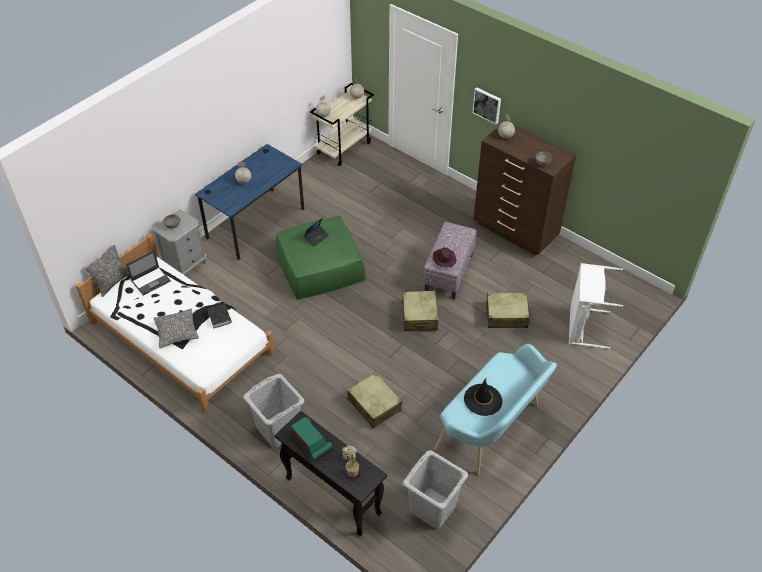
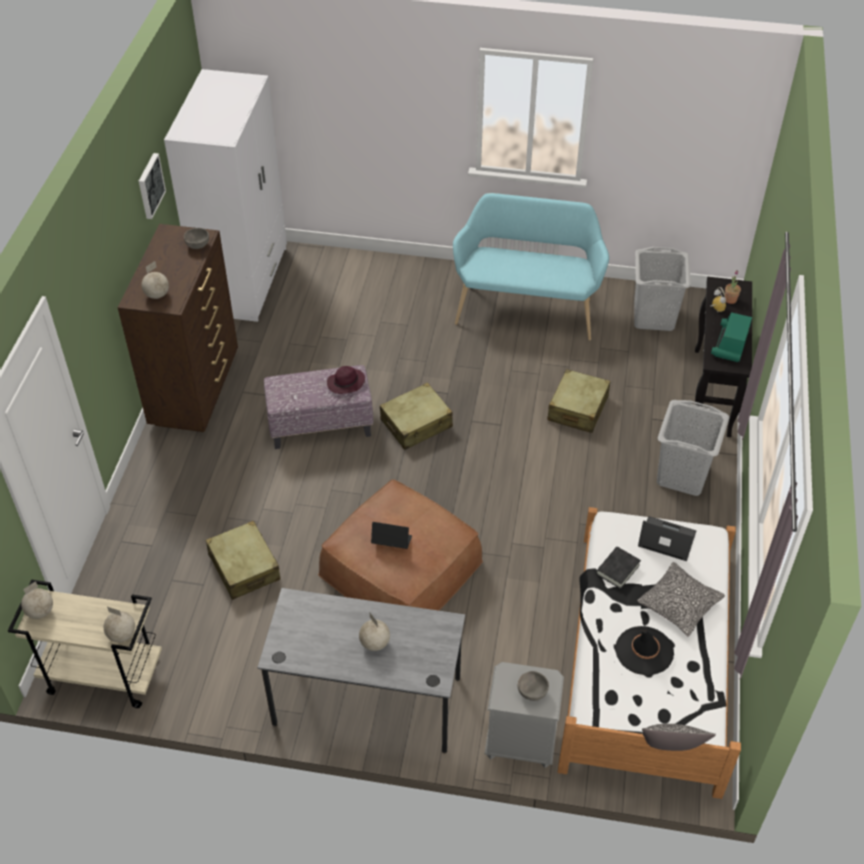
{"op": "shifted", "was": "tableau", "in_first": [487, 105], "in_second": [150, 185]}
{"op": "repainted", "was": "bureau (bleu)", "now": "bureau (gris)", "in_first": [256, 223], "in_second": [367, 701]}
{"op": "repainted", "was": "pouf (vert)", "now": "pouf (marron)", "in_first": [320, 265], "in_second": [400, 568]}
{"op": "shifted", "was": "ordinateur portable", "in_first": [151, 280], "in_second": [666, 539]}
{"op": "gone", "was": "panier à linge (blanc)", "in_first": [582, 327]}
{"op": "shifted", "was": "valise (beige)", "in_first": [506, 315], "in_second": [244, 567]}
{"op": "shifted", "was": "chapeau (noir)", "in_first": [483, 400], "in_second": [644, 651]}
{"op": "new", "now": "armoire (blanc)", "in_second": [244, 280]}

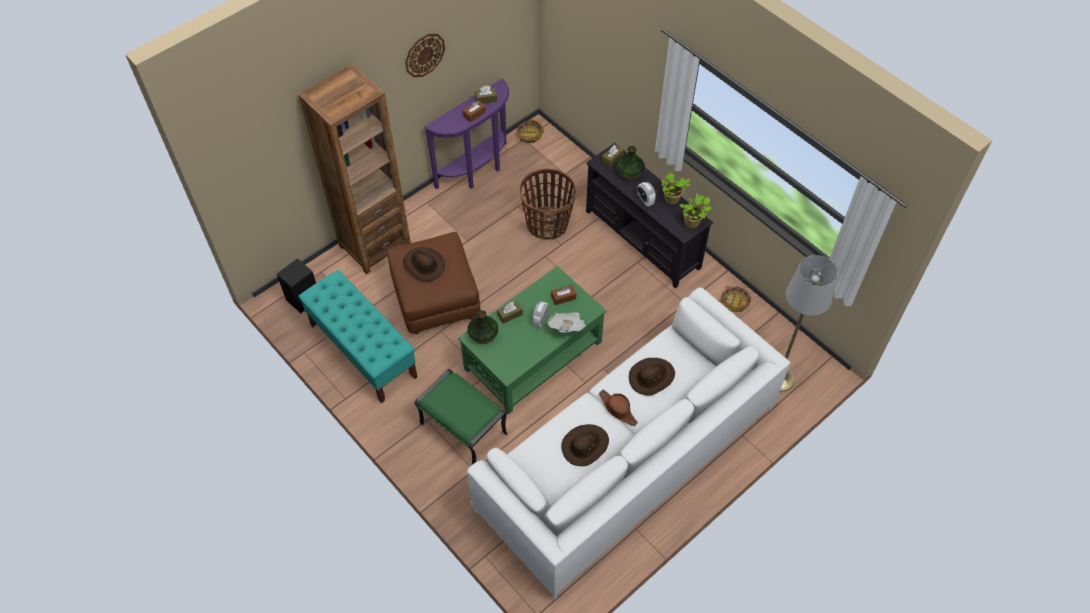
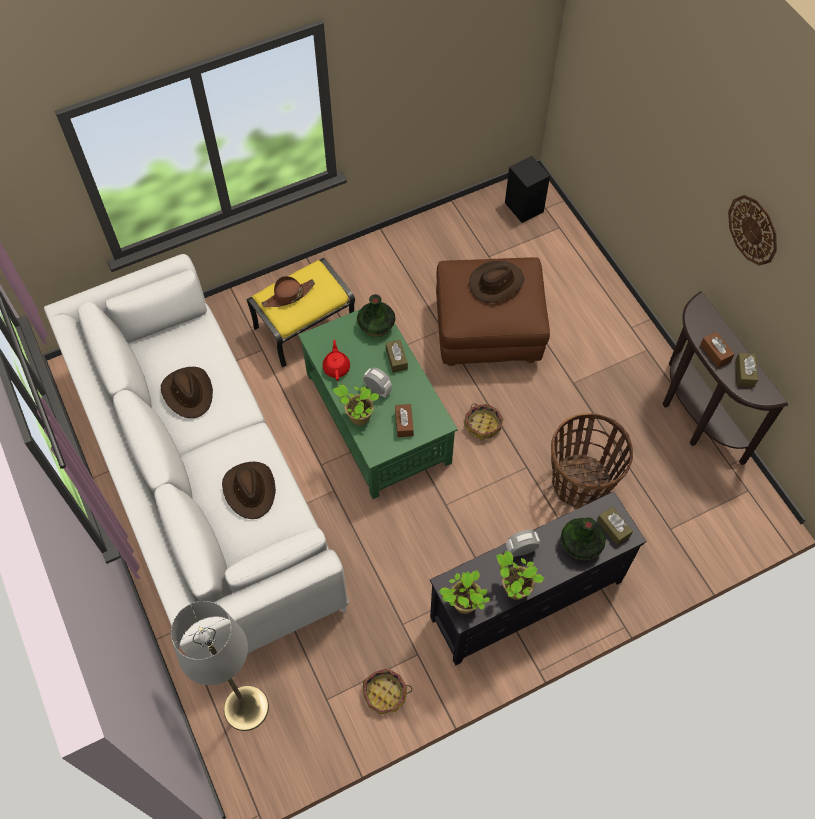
{"op": "gone", "was": "bibliothèque (marron)", "in_first": [374, 245]}
{"op": "repainted", "was": "table console (violet)", "now": "table console (marron)", "in_first": [477, 171], "in_second": [693, 418]}
{"op": "shifted", "was": "panier", "in_first": [529, 135], "in_second": [483, 425]}
{"op": "gone", "was": "banc (turquoise)", "in_first": [363, 350]}
{"op": "swapped", "was": "journal", "now": "plante en pot", "in_first": [567, 327], "in_second": [357, 416]}
{"op": "repainted", "was": "pouf (vert)", "now": "pouf (jaune)", "in_first": [462, 428], "in_second": [305, 326]}
{"op": "shifted", "was": "chapeau (marron)", "in_first": [618, 409], "in_second": [288, 296]}
{"op": "new", "now": "théière (rouge)", "in_second": [336, 367]}

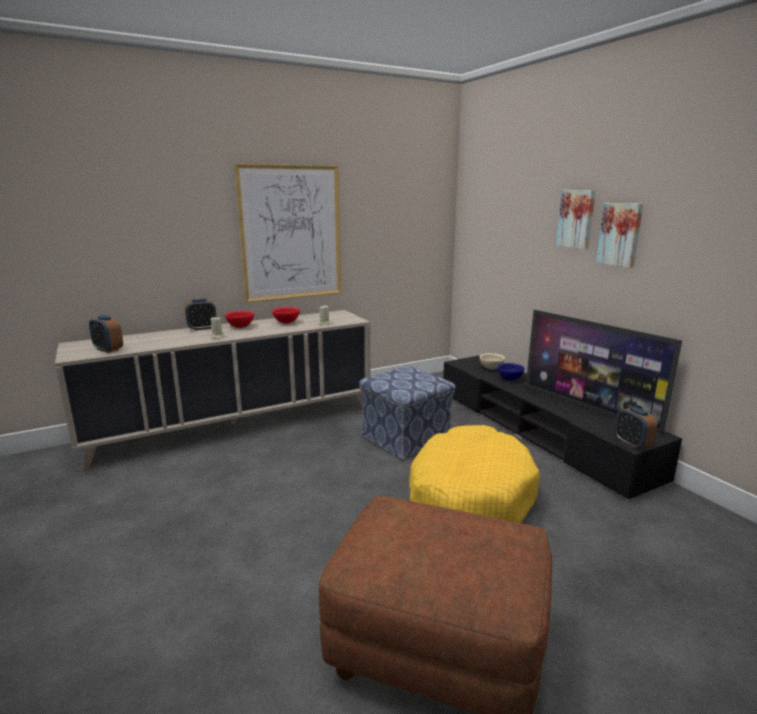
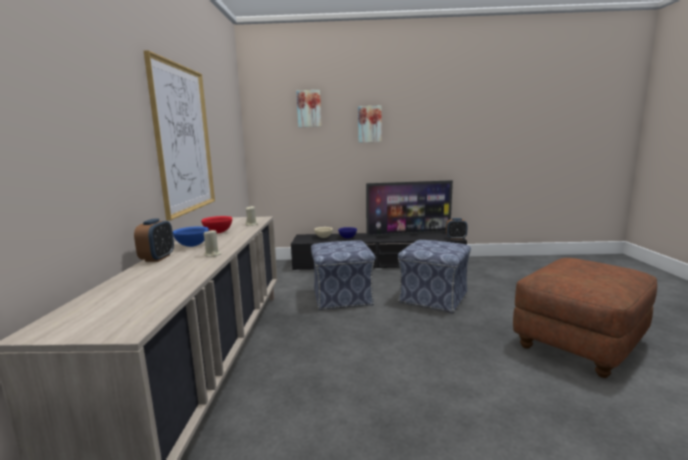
{"op": "shifted", "was": "tableau", "in_first": [620, 234], "in_second": [309, 108]}
{"op": "repainted", "was": "bol (rouge)", "now": "bol (bleu)", "in_first": [240, 326], "in_second": [192, 245]}
{"op": "gone", "was": "réveil", "in_first": [108, 349]}
{"op": "swapped", "was": "panier pour chien (jaune)", "now": "pouf", "in_first": [469, 496], "in_second": [434, 298]}

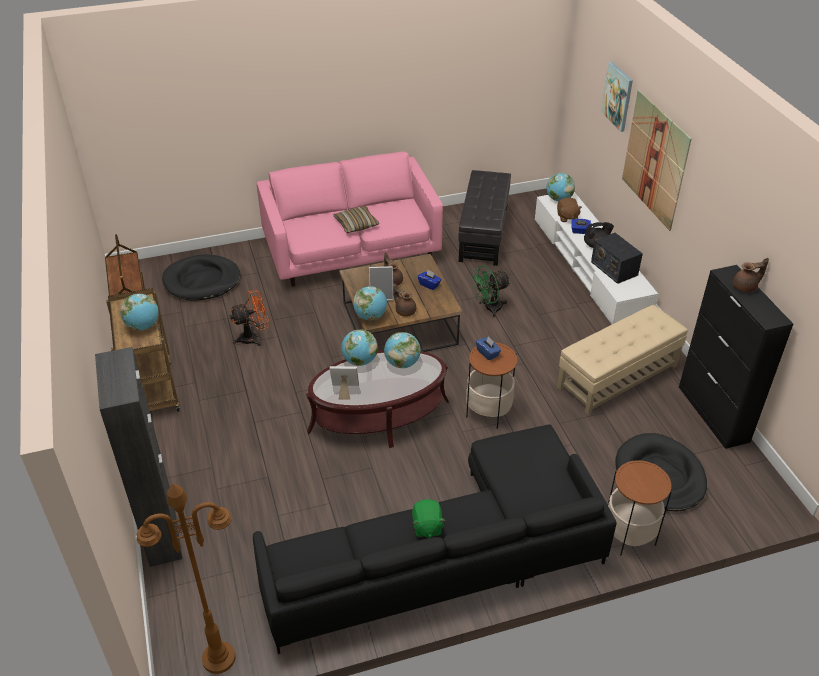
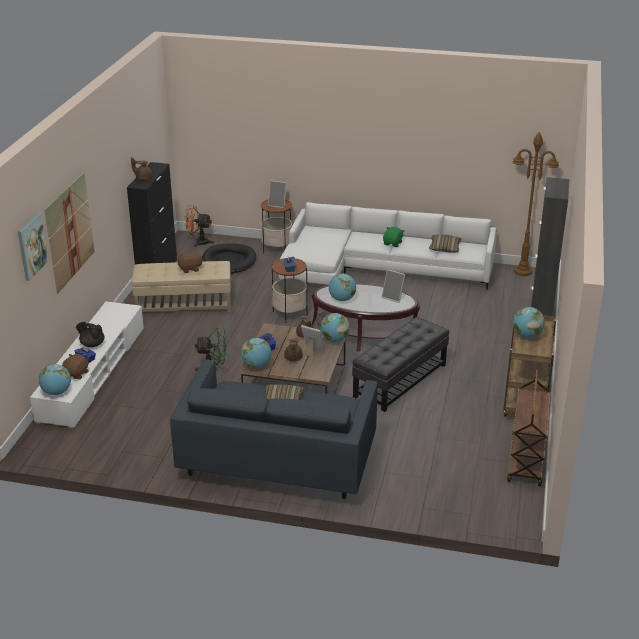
{"op": "repainted", "was": "canapé (rose)", "now": "canapé (bleu)", "in_first": [351, 252], "in_second": [278, 460]}
{"op": "shifted", "was": "pouf (noir)", "in_first": [483, 234], "in_second": [400, 381]}
{"op": "gone", "was": "radio", "in_first": [614, 268]}
{"op": "gone", "was": "panier pour chien (noir)", "in_first": [202, 281]}
{"op": "shifted", "was": "ventilateur (orange)", "in_first": [253, 337], "in_second": [198, 242]}
{"op": "shifted", "was": "globe", "in_first": [359, 361], "in_second": [256, 366]}
{"op": "repainted", "was": "canapé (noir)", "now": "canapé (blanc)", "in_first": [447, 554], "in_second": [379, 269]}
{"op": "new", "now": "cadre photo", "in_second": [278, 204]}
{"op": "new", "now": "coussin", "in_second": [444, 248]}
{"op": "new", "now": "peluche (marron)", "in_second": [190, 269]}

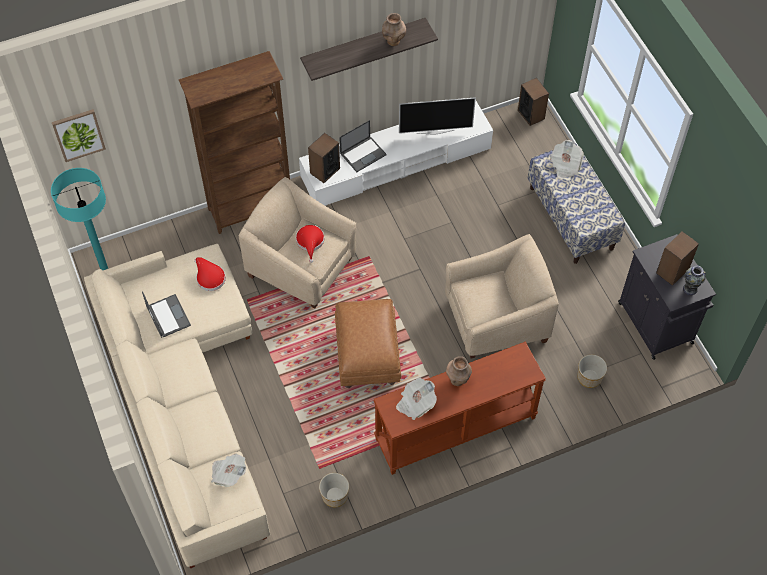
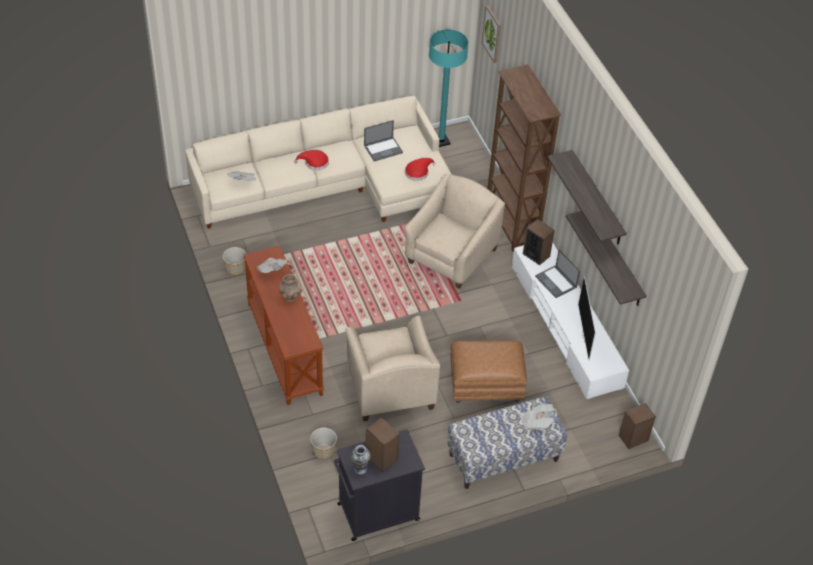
{"op": "gone", "was": "vase (marron)", "in_first": [393, 41]}
{"op": "shifted", "was": "chapeau (rouge)", "in_first": [310, 242], "in_second": [314, 163]}
{"op": "shifted", "was": "pouf (marron)", "in_first": [368, 357], "in_second": [485, 386]}
{"op": "new", "now": "étagère", "in_second": [616, 259]}

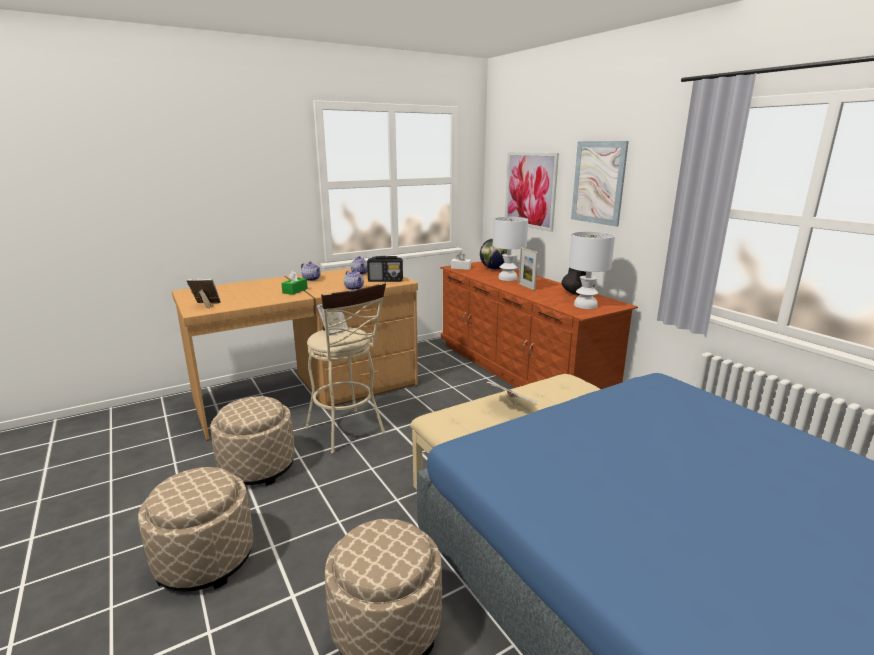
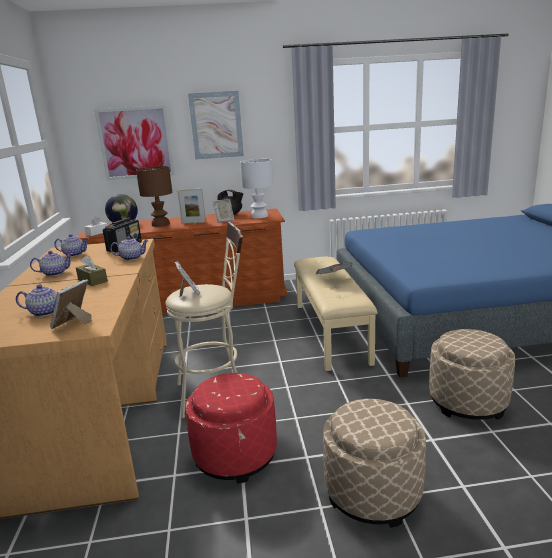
{"op": "repainted", "was": "lampe de table (blanc)", "now": "lampe de table (marron)", "in_first": [507, 278], "in_second": [160, 224]}
{"op": "repainted", "was": "boîte à mouchoirs (vert)", "now": "boîte à mouchoirs (marron)", "in_first": [295, 291], "in_second": [92, 280]}
{"op": "repainted", "was": "pouf (beige)", "now": "pouf (rouge)", "in_first": [258, 467], "in_second": [235, 454]}
{"op": "new", "now": "cadre photo", "in_second": [224, 221]}
{"op": "new", "now": "théière", "in_second": [46, 312]}

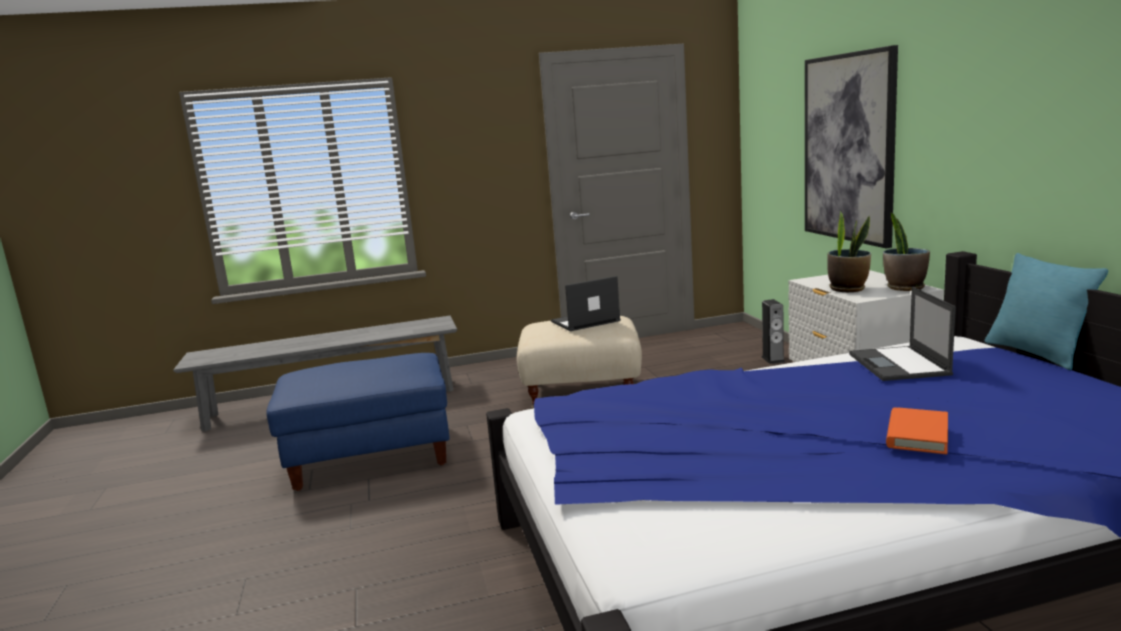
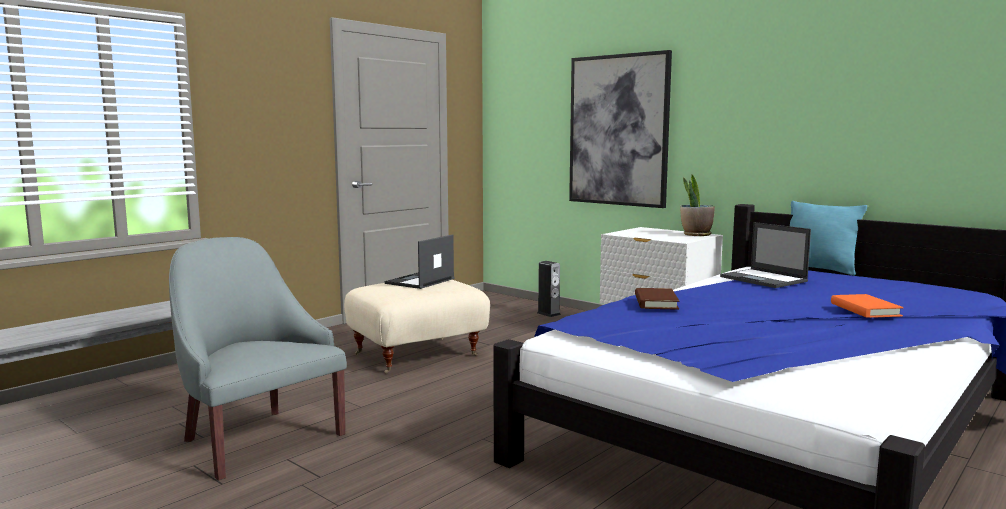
{"op": "gone", "was": "plante en pot", "in_first": [848, 289]}
{"op": "swapped", "was": "pouf (bleu)", "now": "fauteuil (gris)", "in_first": [371, 455], "in_second": [257, 439]}
{"op": "new", "now": "livre (marron)", "in_second": [656, 302]}

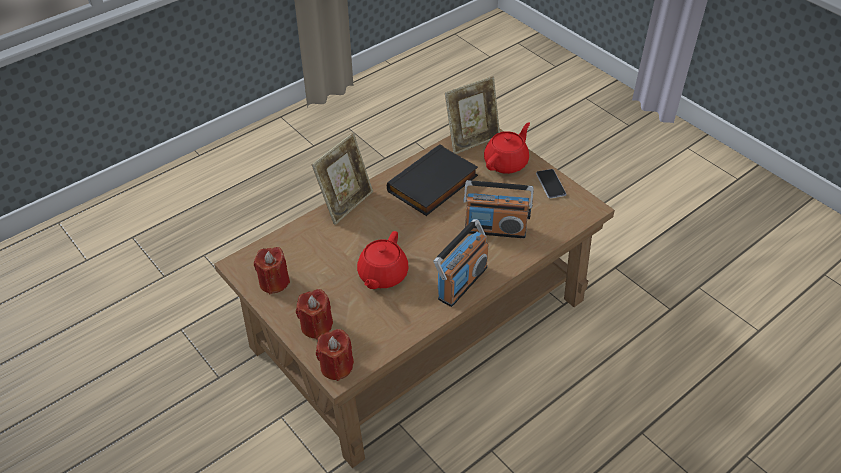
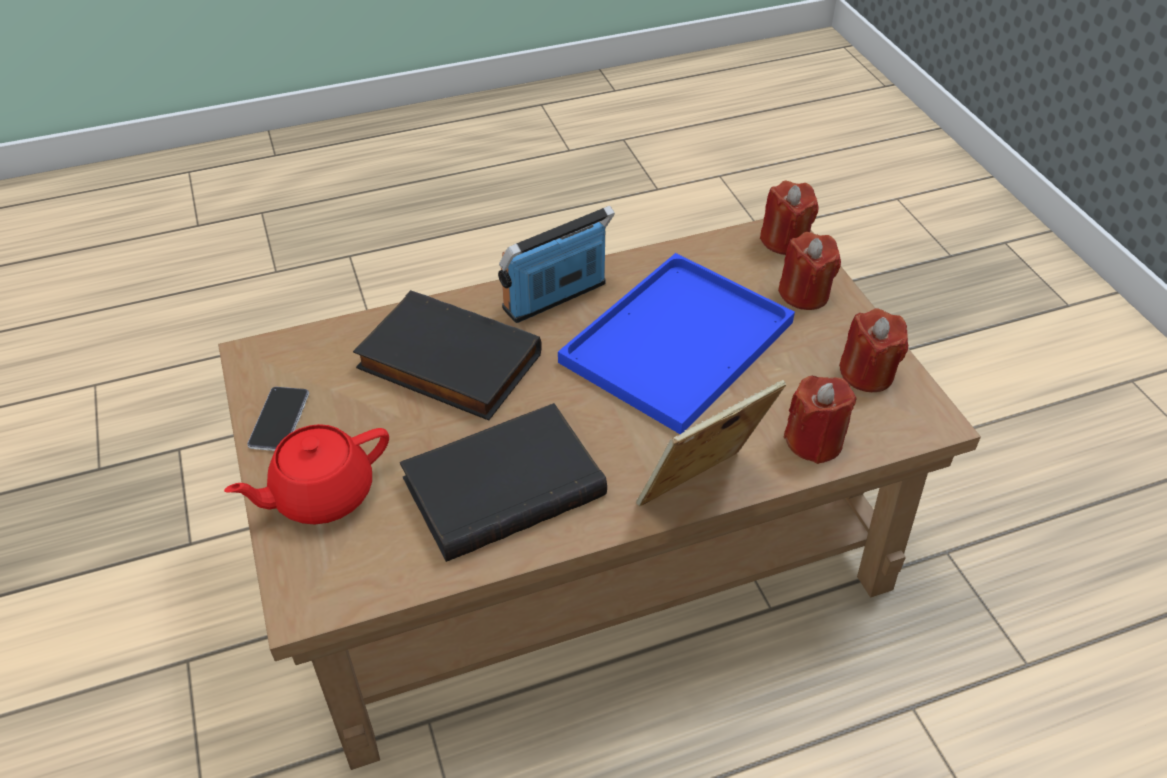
{"op": "gone", "was": "cadre photo", "in_first": [472, 139]}
{"op": "swapped", "was": "radio", "now": "livre (noir)", "in_first": [495, 229], "in_second": [446, 363]}
{"op": "swapped", "was": "théière (rouge)", "now": "plateau (bleu)", "in_first": [382, 275], "in_second": [678, 339]}
{"op": "new", "now": "bougie (rouge)", "in_second": [814, 441]}

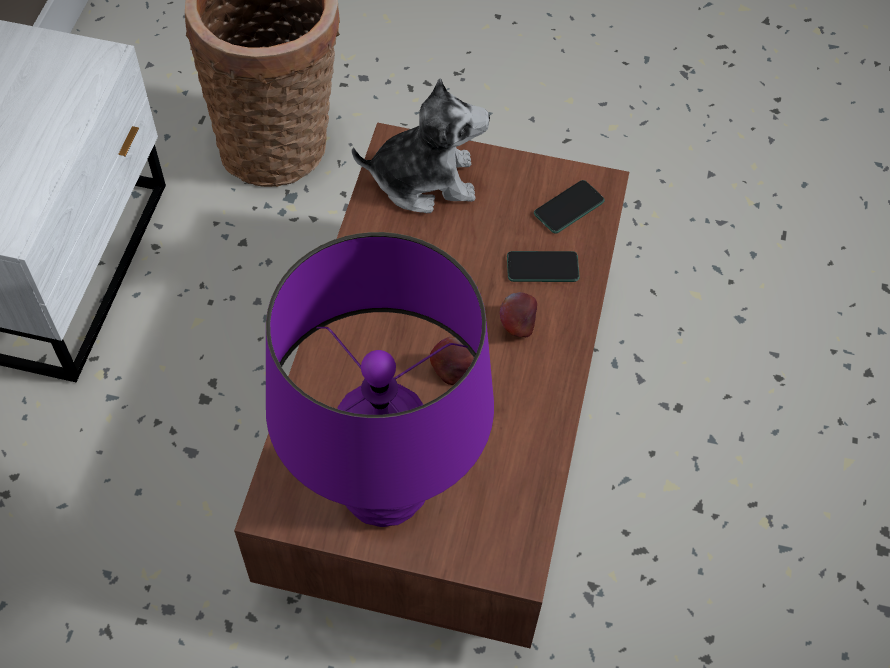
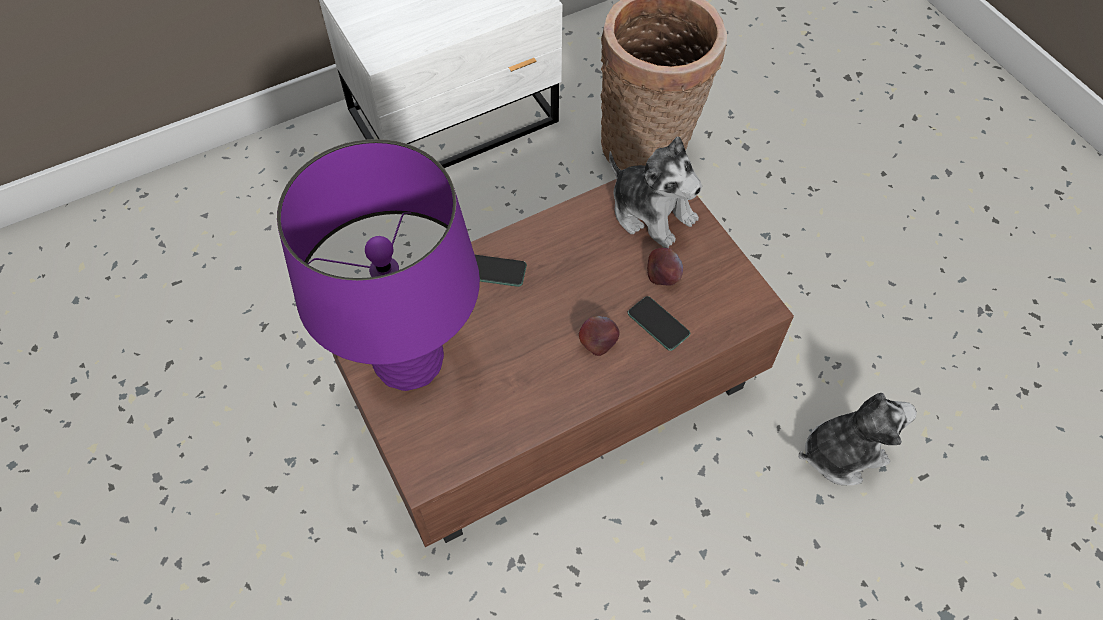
{"op": "shifted", "was": "téléphone", "in_first": [569, 208], "in_second": [495, 271]}
{"op": "shifted", "was": "pomme", "in_first": [455, 369], "in_second": [663, 276]}
{"op": "new", "now": "peluche", "in_second": [842, 452]}

